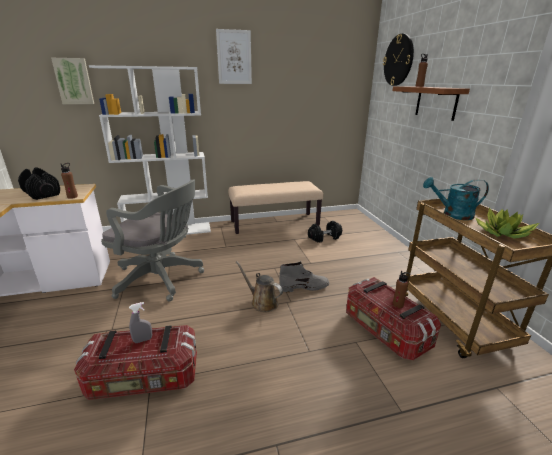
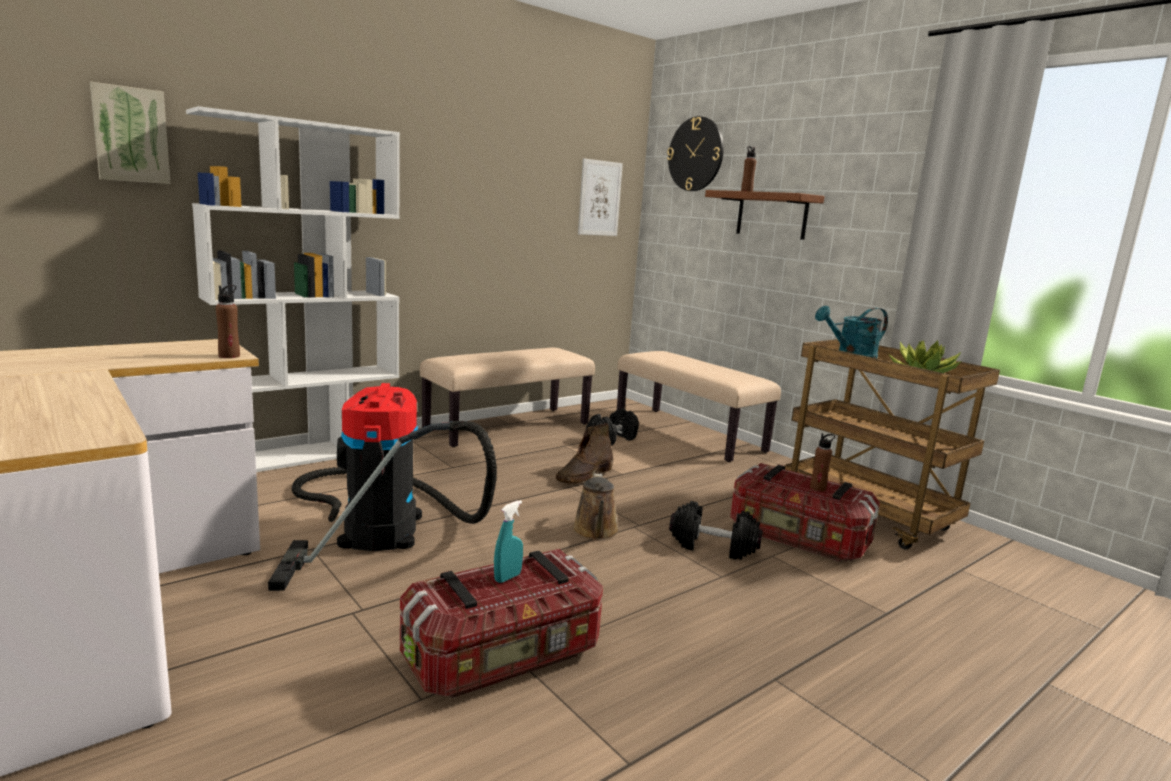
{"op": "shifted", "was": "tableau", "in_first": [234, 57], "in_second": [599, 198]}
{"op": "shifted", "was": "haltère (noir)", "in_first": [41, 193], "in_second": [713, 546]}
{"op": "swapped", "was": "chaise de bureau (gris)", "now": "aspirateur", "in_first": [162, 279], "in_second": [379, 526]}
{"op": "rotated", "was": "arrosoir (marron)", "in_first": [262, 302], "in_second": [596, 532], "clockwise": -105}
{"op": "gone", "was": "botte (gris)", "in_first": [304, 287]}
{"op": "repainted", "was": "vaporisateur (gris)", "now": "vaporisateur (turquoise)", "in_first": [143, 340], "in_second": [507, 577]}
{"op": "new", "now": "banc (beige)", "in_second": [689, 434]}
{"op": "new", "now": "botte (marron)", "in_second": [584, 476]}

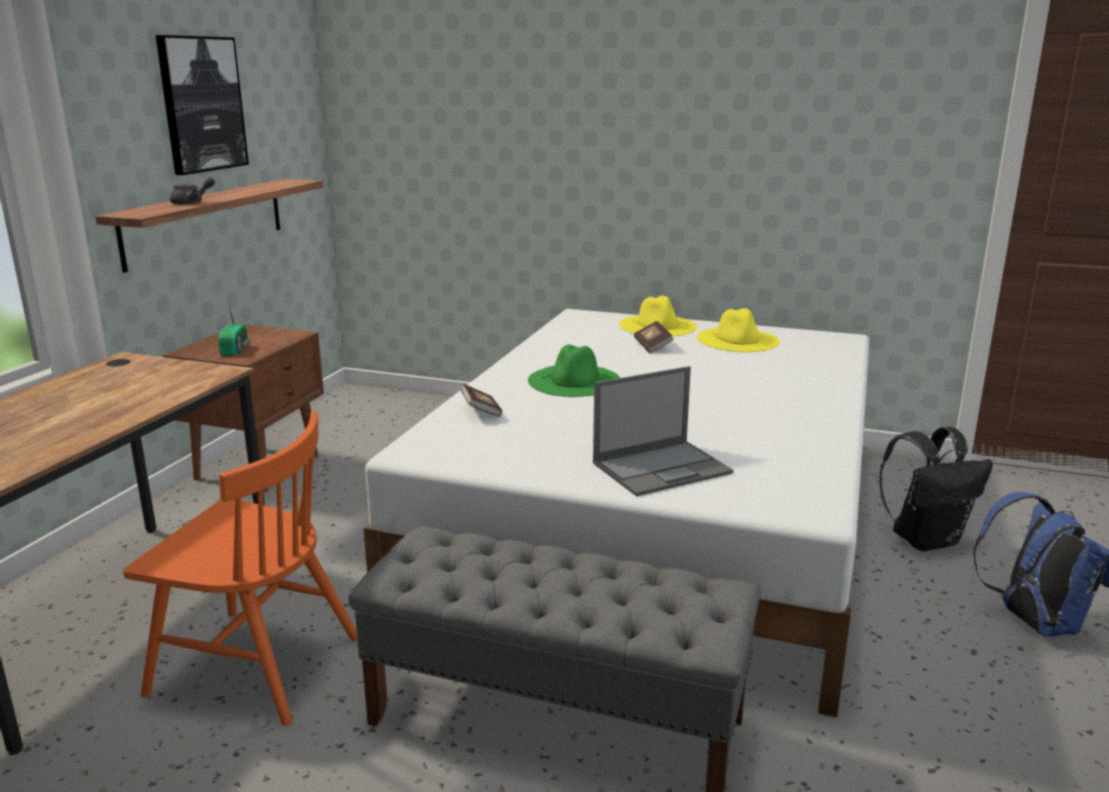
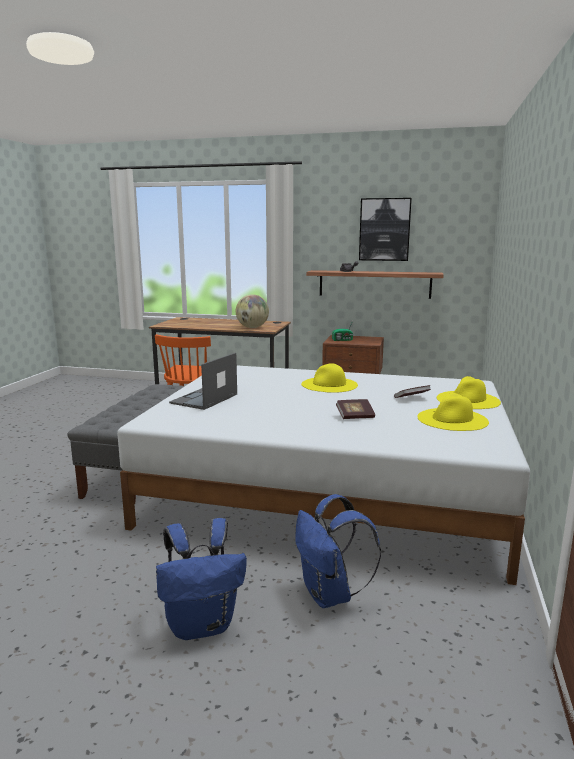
{"op": "repainted", "was": "chapeau (vert)", "now": "chapeau (jaune)", "in_first": [574, 380], "in_second": [329, 384]}
{"op": "rotated", "was": "ordinateur portable", "in_first": [663, 468], "in_second": [204, 399], "clockwise": 60}
{"op": "shifted", "was": "livre", "in_first": [481, 411], "in_second": [355, 416]}
{"op": "repainted", "was": "sac à dos (noir)", "now": "sac à dos (bleu)", "in_first": [926, 539], "in_second": [330, 595]}
{"op": "new", "now": "globe", "in_second": [252, 327]}

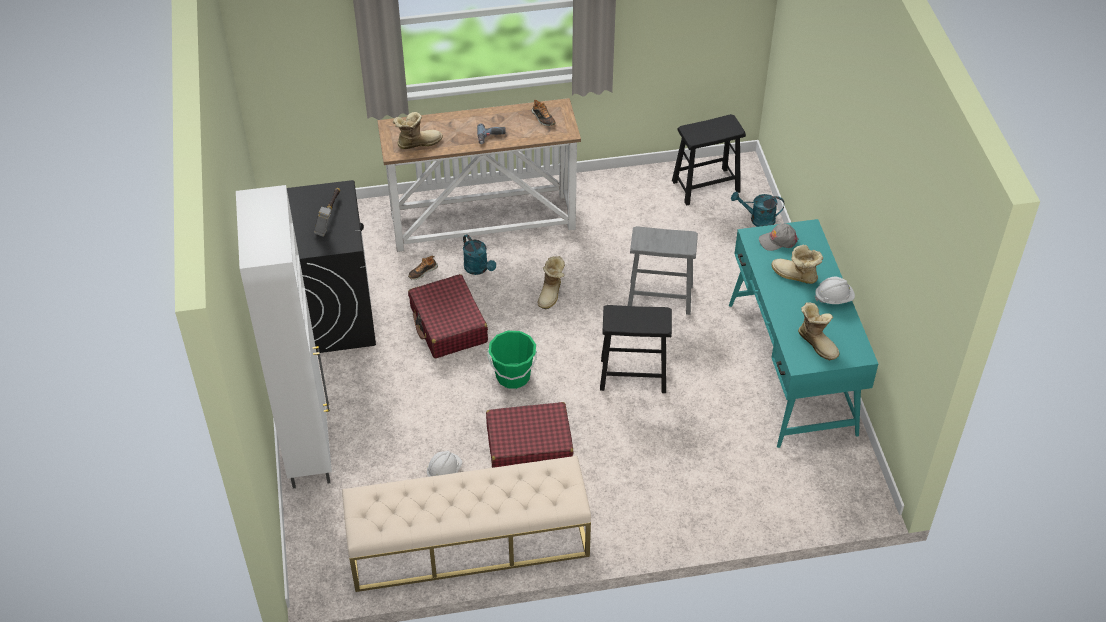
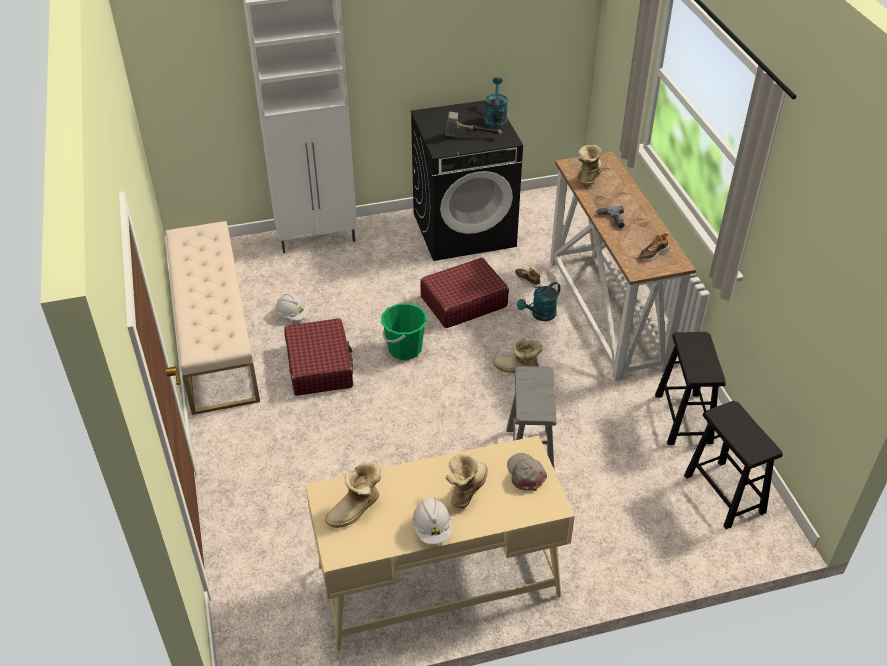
{"op": "rotated", "was": "botte", "in_first": [417, 142], "in_second": [588, 176], "clockwise": -135}
{"op": "shifted", "was": "arrosoir (turquoise)", "in_first": [757, 219], "in_second": [495, 118]}
{"op": "repainted", "was": "bureau (turquoise)", "now": "bureau (beige)", "in_first": [791, 368], "in_second": [437, 580]}
{"op": "shifted", "was": "tabouret (noir)", "in_first": [633, 375], "in_second": [683, 418]}

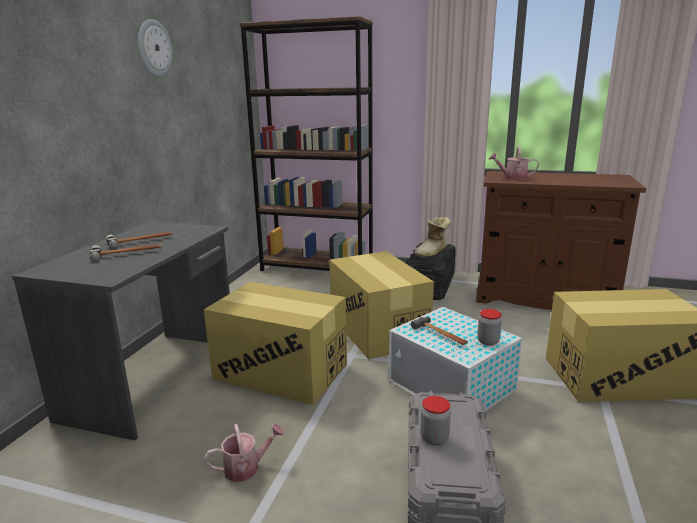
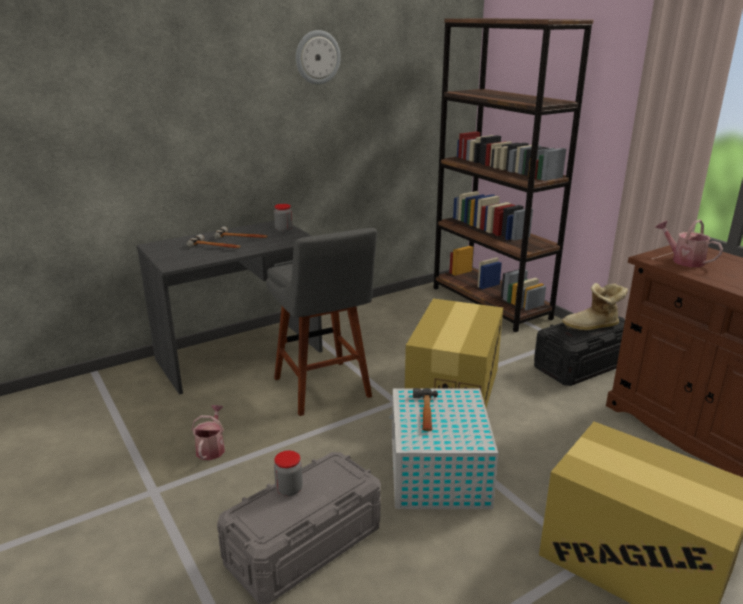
{"op": "swapped", "was": "carton", "now": "tabouret (gris)", "in_first": [281, 371], "in_second": [324, 390]}
{"op": "shifted", "was": "bocal", "in_first": [488, 341], "in_second": [283, 230]}
{"op": "rotated", "was": "arrosoir", "in_first": [247, 467], "in_second": [211, 448], "clockwise": -105}

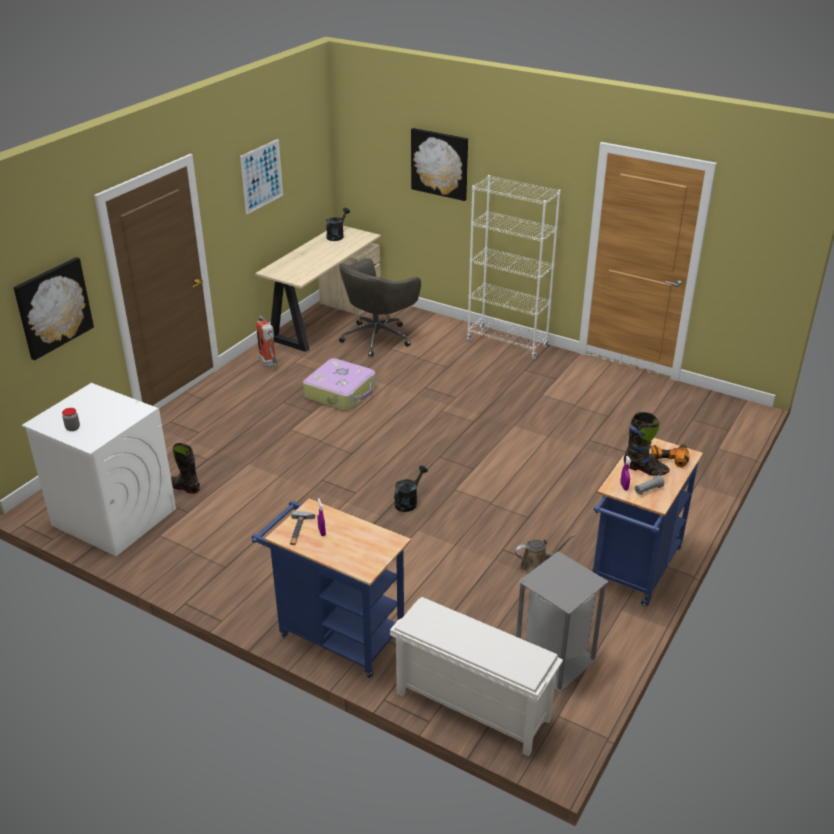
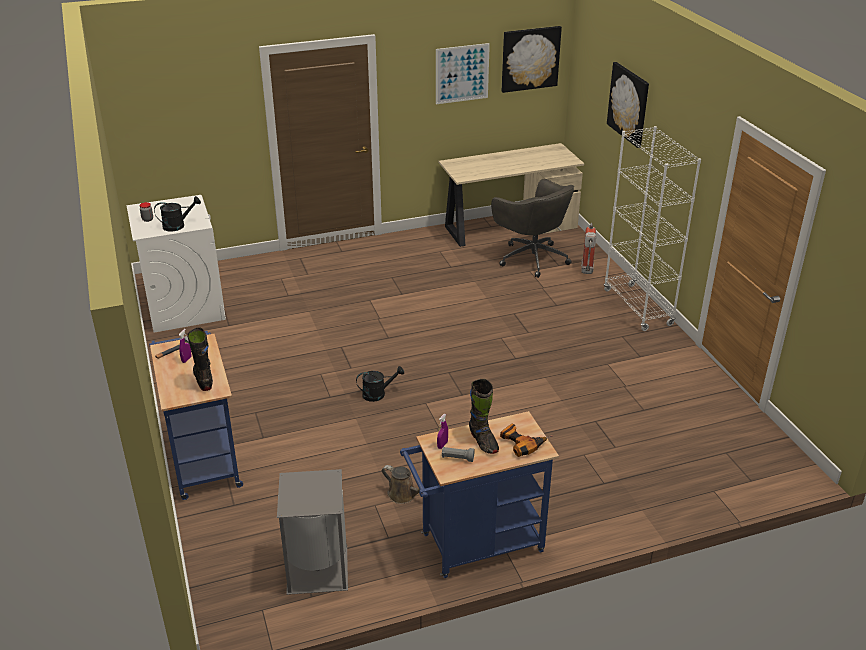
{"op": "shifted", "was": "arrosoir (noir)", "in_first": [337, 236], "in_second": [178, 225]}
{"op": "shifted", "was": "tableau", "in_first": [53, 307], "in_second": [530, 58]}
{"op": "rotated", "was": "chaise de bureau (gris)", "in_first": [378, 337], "in_second": [531, 258], "clockwise": -120}
{"op": "shifted", "was": "extincteur", "in_first": [269, 365], "in_second": [587, 271]}
{"op": "gone", "was": "valise", "in_first": [341, 393]}
{"op": "shifted", "was": "botte (noir)", "in_first": [184, 487], "in_second": [203, 380]}
{"op": "gone", "was": "étagère à chaussures (blanc)", "in_first": [470, 706]}

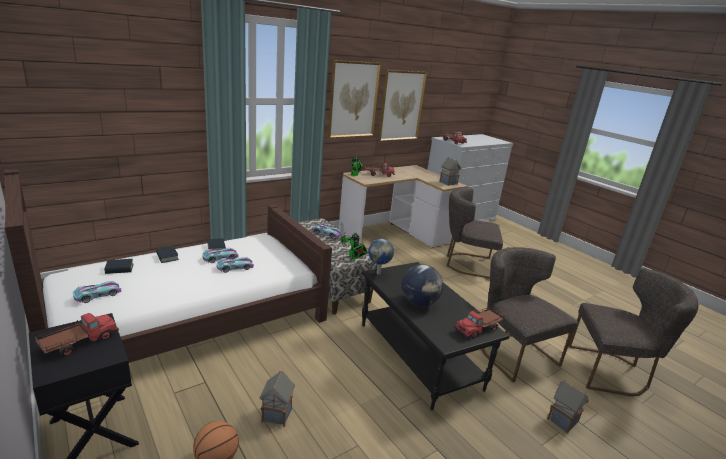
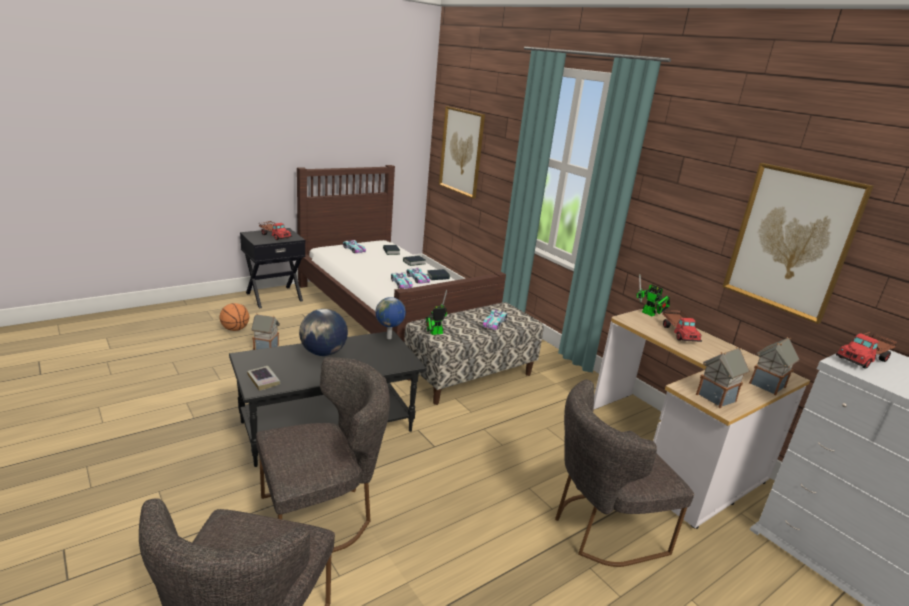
{"op": "shifted", "was": "tableau", "in_first": [353, 100], "in_second": [461, 151]}
{"op": "rotated", "was": "chaise (gris)", "in_first": [466, 264], "in_second": [601, 529], "clockwise": -120}
{"op": "swapped", "was": "camion jouet", "now": "livre", "in_first": [478, 328], "in_second": [263, 380]}
{"op": "shifted", "was": "maison miniature", "in_first": [563, 421], "in_second": [767, 386]}

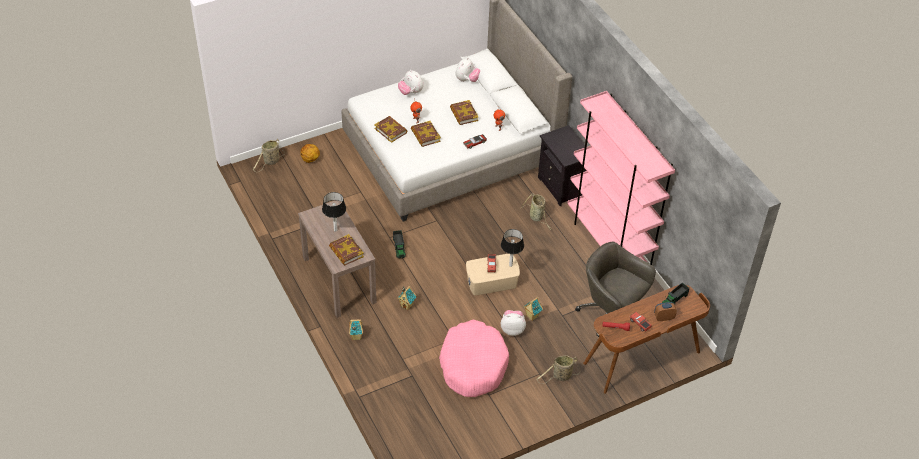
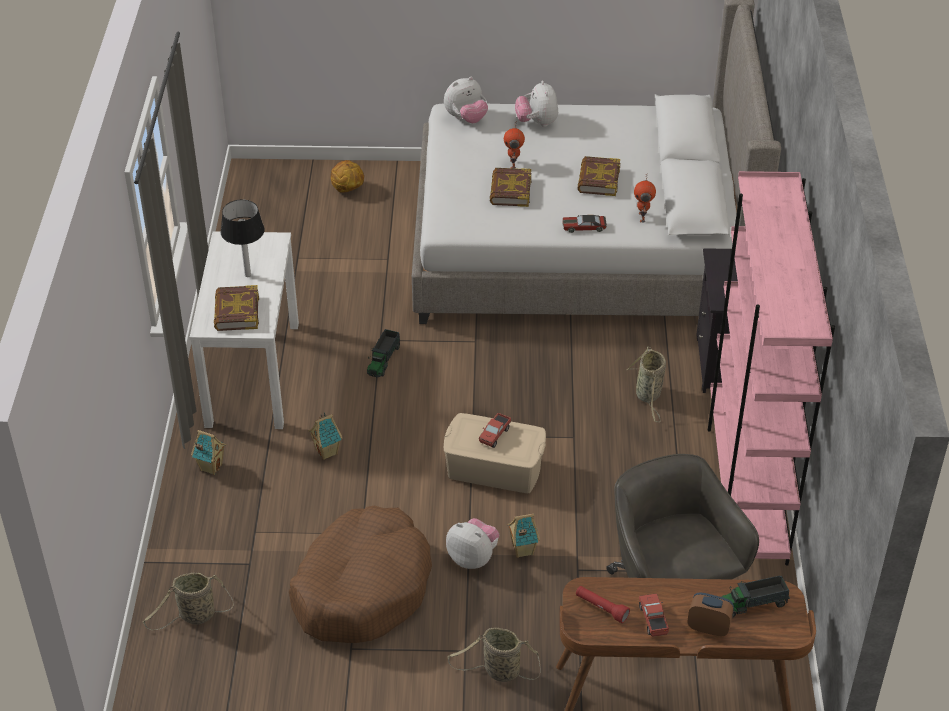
{"op": "shifted", "was": "peluche", "in_first": [467, 80], "in_second": [466, 119]}
{"op": "gone", "was": "livre", "in_first": [391, 130]}
{"op": "shifted", "was": "panier", "in_first": [270, 162], "in_second": [195, 616]}
{"op": "repainted", "was": "table console (marron)", "now": "table console (blanc)", "in_first": [338, 279], "in_second": [252, 373]}
{"op": "gone", "was": "lampe de table", "in_first": [511, 265]}
{"op": "repainted", "was": "panier pour chien (rose)", "now": "panier pour chien (marron)", "in_first": [473, 365], "in_second": [362, 588]}

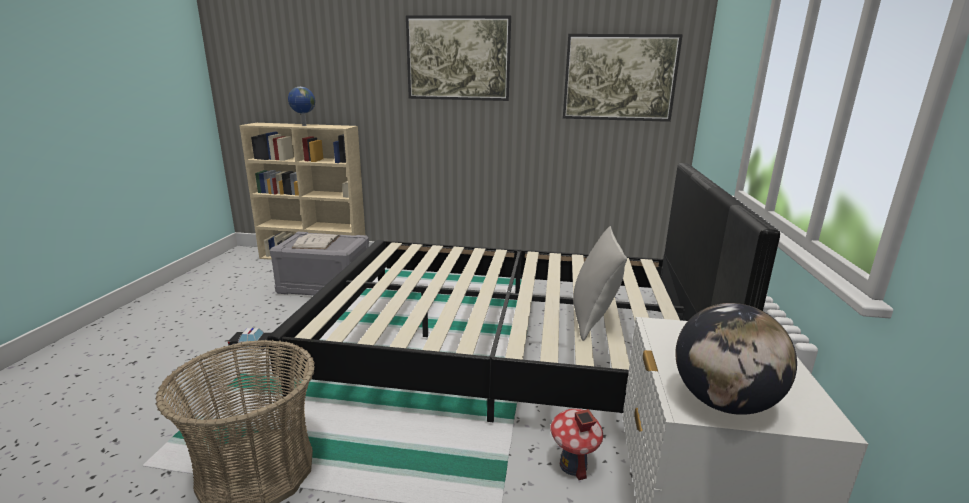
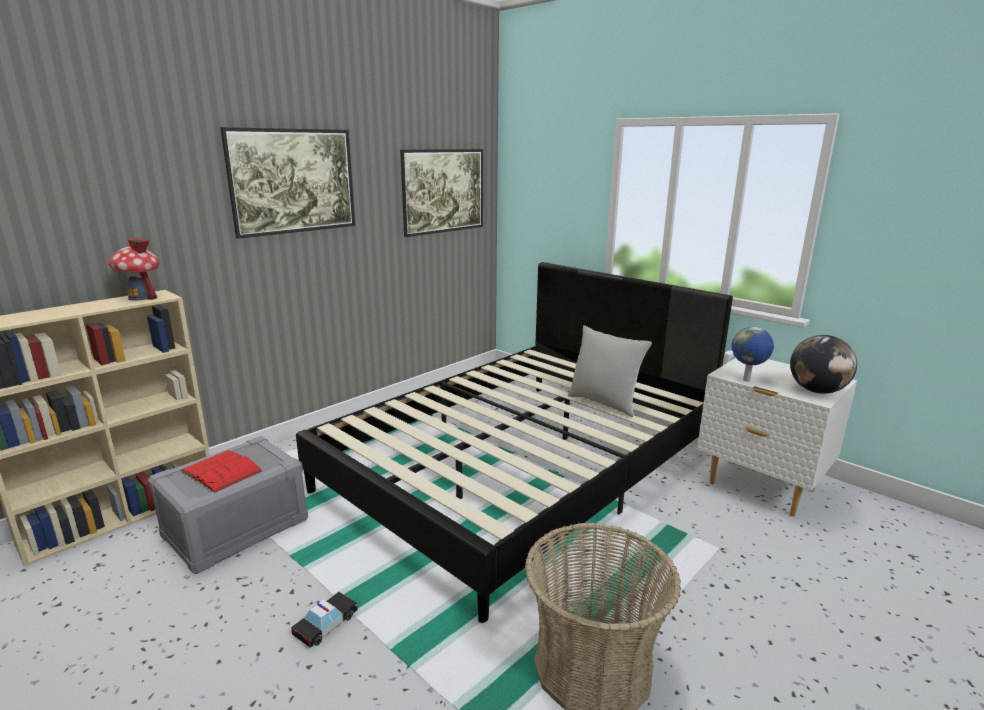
{"op": "shifted", "was": "globe", "in_first": [304, 125], "in_second": [747, 380]}
{"op": "repainted", "was": "livre (blanc)", "now": "livre (rouge)", "in_first": [316, 242], "in_second": [221, 471]}
{"op": "shifted", "was": "maison miniature", "in_first": [573, 465], "in_second": [141, 297]}

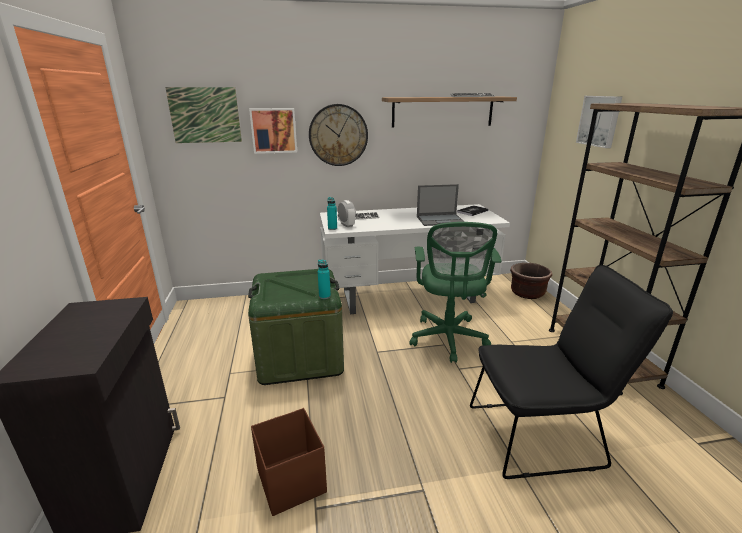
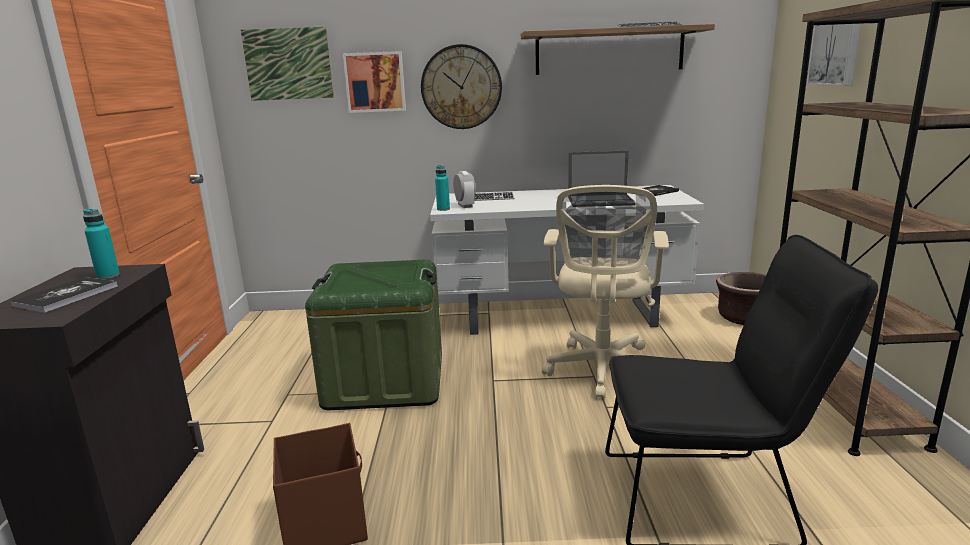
{"op": "repainted", "was": "chaise de bureau (vert)", "now": "chaise de bureau (beige)", "in_first": [448, 340], "in_second": [601, 371]}
{"op": "shifted", "was": "bouteille (turquoise)", "in_first": [324, 296], "in_second": [108, 276]}
{"op": "new", "now": "livre", "in_second": [67, 296]}

